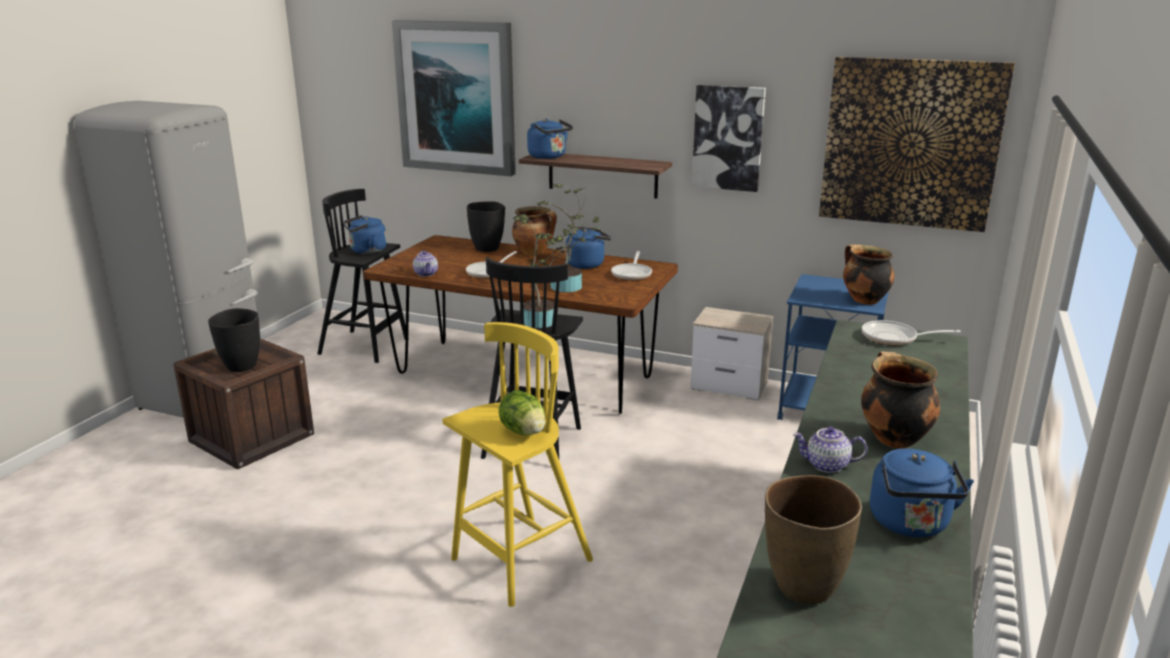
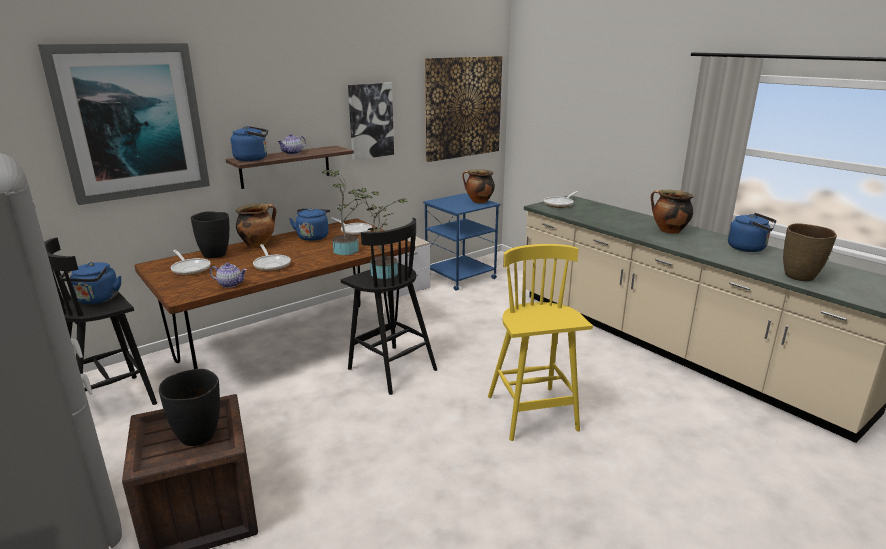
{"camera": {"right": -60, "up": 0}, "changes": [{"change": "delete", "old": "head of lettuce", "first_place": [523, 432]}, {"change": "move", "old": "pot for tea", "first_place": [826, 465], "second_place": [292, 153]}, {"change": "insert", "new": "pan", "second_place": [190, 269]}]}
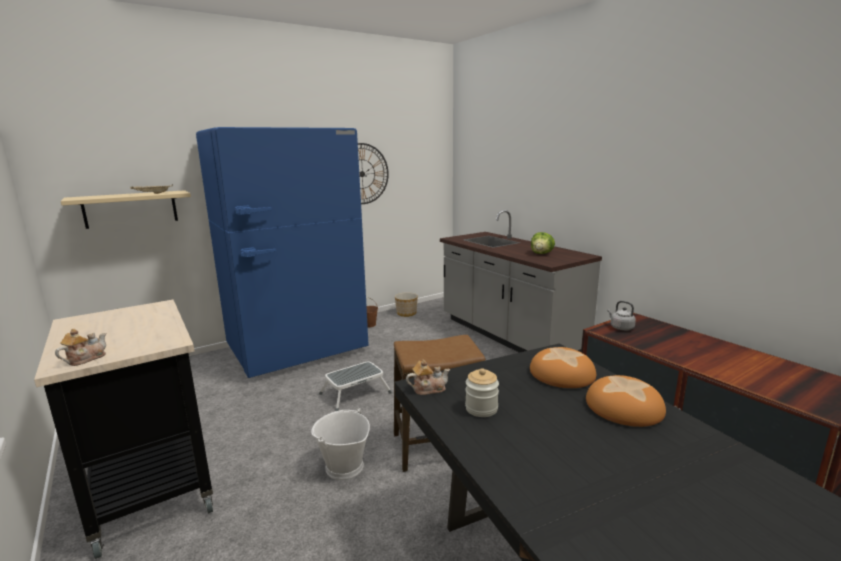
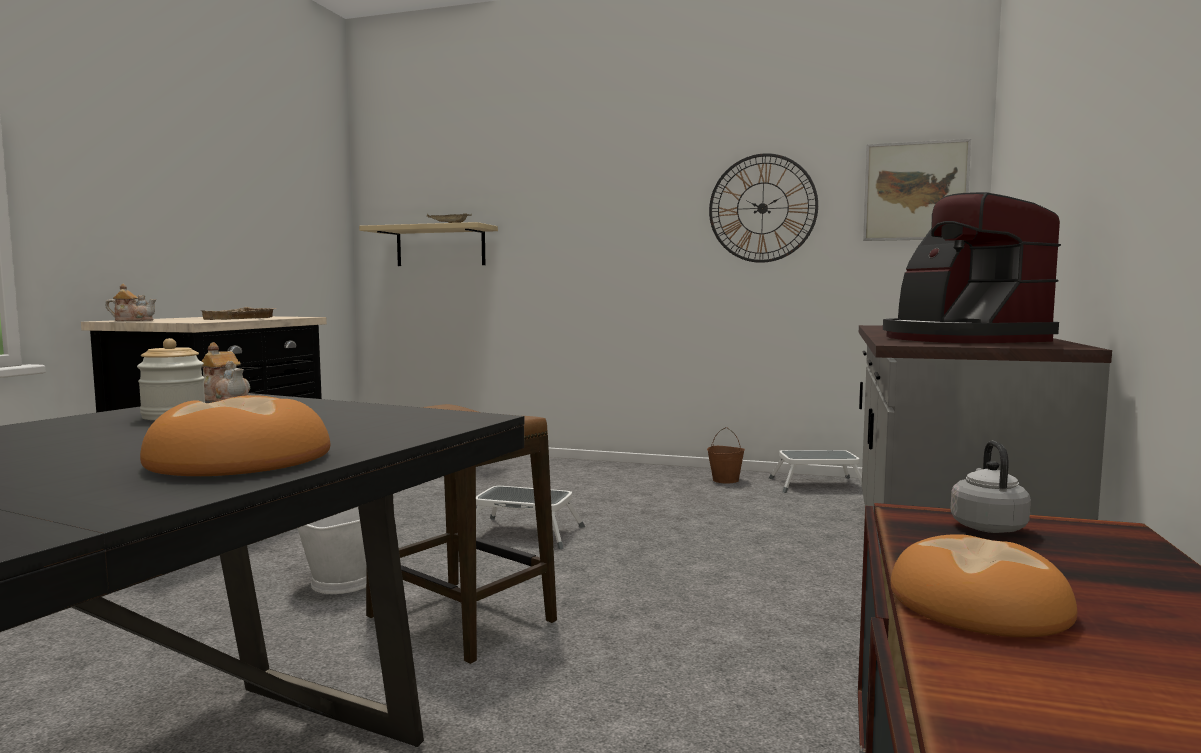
{"camera": {"right": 50, "up": -10}, "changes": [{"change": "delete", "old": "blue-coloured kitchen fridge", "first_place": [298, 350]}, {"change": "replace", "old": "head of lettuce", "new": "coffee maker", "first_place": [541, 254], "second_place": [959, 339]}, {"change": "replace", "old": "plant pot", "new": "greyish step ladder", "first_place": [406, 313], "second_place": [817, 485]}, {"change": "move", "old": "bakery bread", "first_place": [562, 374], "second_place": [980, 604]}, {"change": "insert", "new": "wall art", "second_place": [915, 191]}, {"change": "insert", "new": "sand-coloured carrying tray", "second_place": [241, 319]}]}
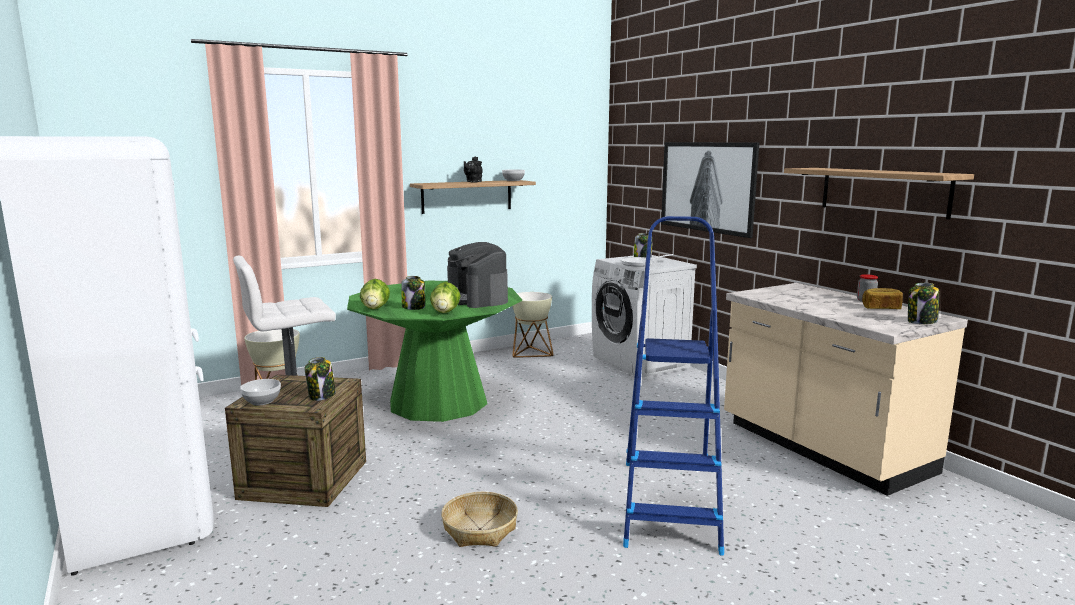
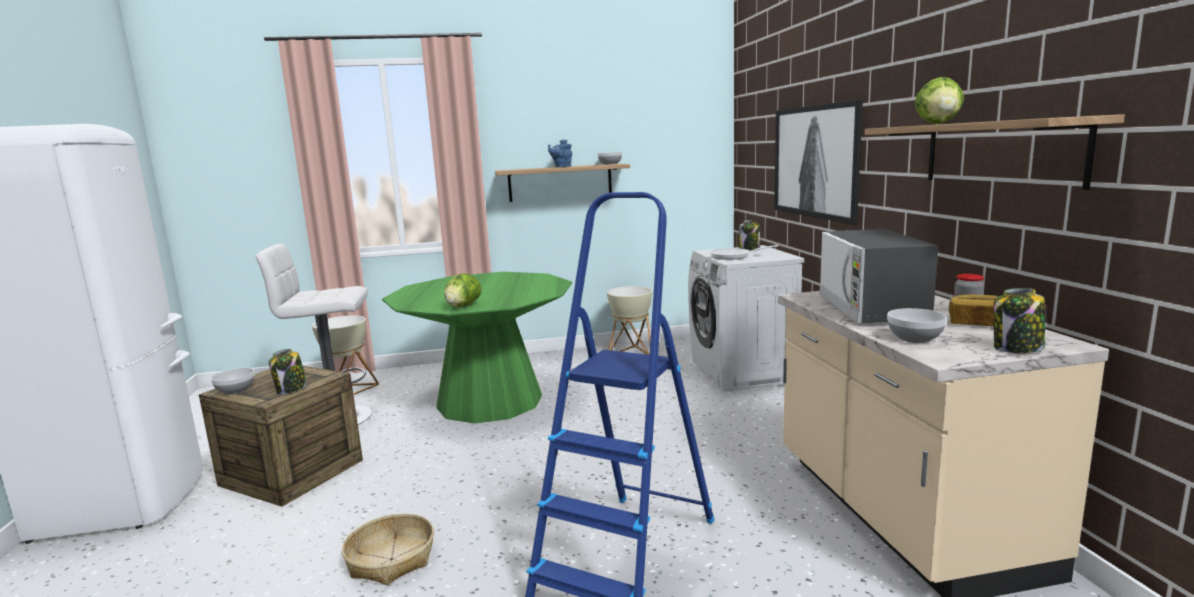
{"camera": {"right": 20, "up": 0}, "changes": [{"change": "recolor", "old": "black pot for tea", "new": "blue-coloured pot for tea", "first_place": [473, 182], "second_place": [561, 167]}, {"change": "delete", "old": "coffee maker", "first_place": [477, 299]}, {"change": "delete", "old": "preserve jar", "first_place": [414, 307]}, {"change": "move", "old": "head of lettuce", "first_place": [375, 308], "second_place": [938, 124]}, {"change": "insert", "new": "microwave oven", "second_place": [871, 309]}, {"change": "insert", "new": "serving bowl", "second_place": [915, 338]}]}
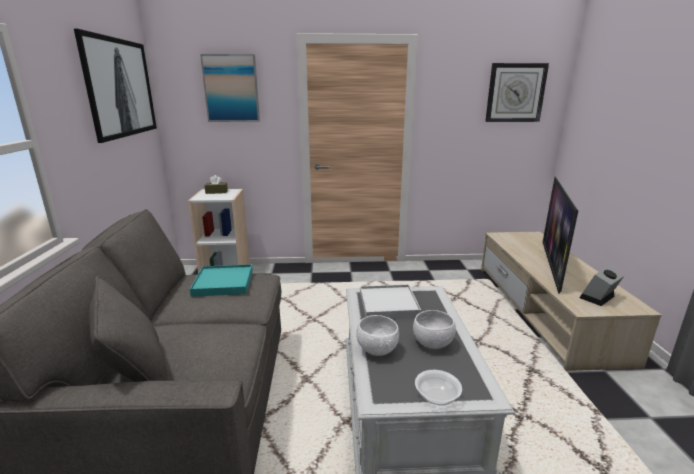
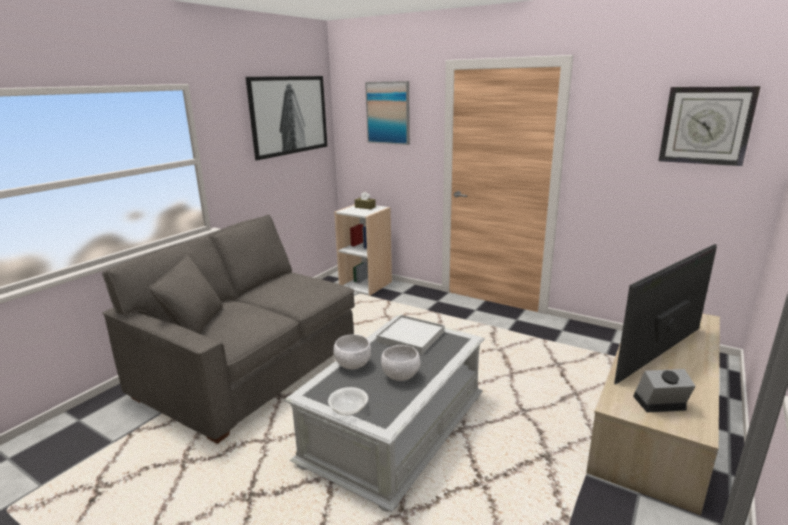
{"camera": {"right": 35, "up": 0}, "changes": [{"change": "delete", "old": "turquoise-coloured carrying tray", "first_place": [223, 283]}]}
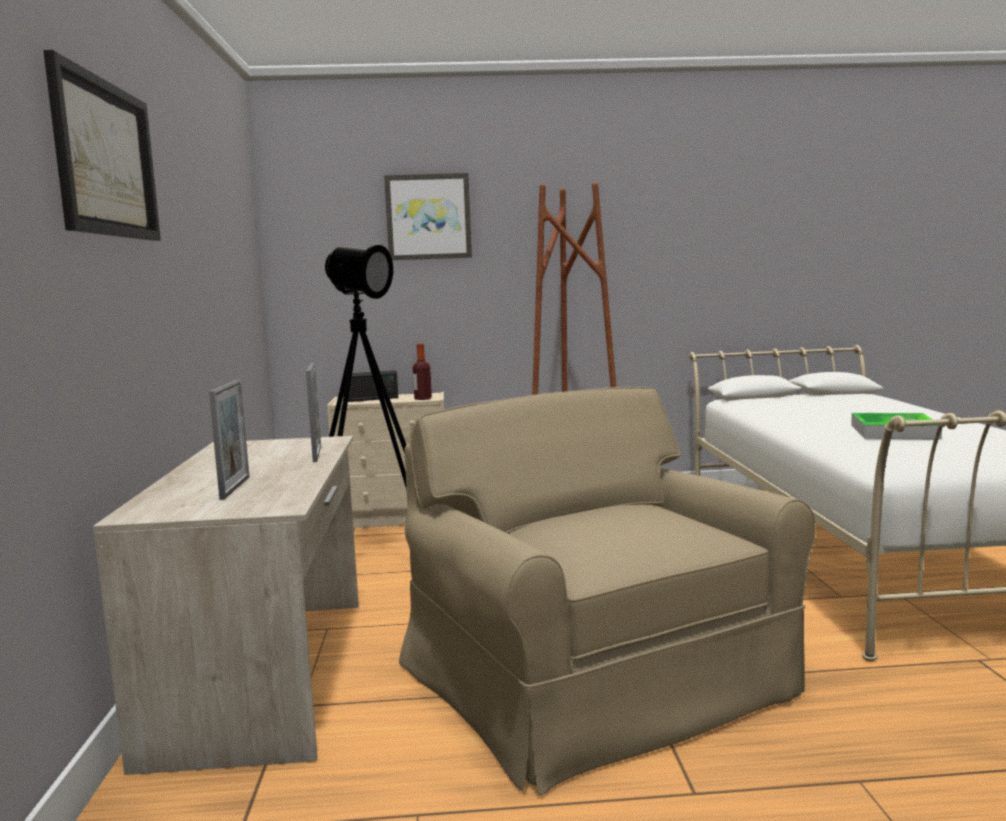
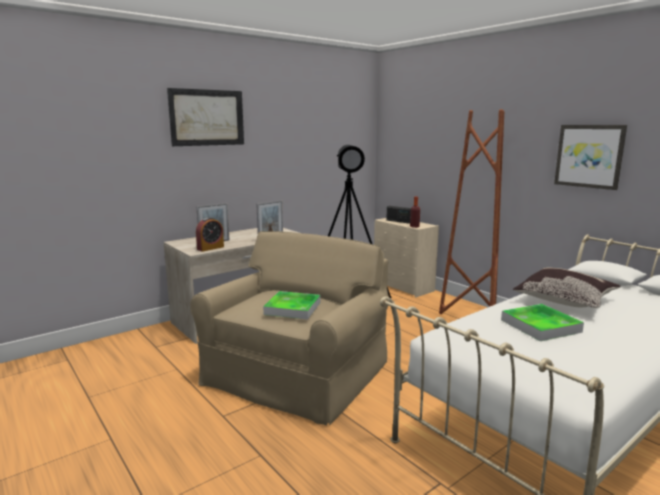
{"camera": {"right": 55, "up": 5}, "changes": [{"change": "move", "old": "wall art", "first_place": [428, 217], "second_place": [589, 156]}, {"change": "insert", "new": "bedside clock", "second_place": [210, 248]}, {"change": "insert", "new": "throw pillow", "second_place": [565, 300]}, {"change": "insert", "new": "carrying tray", "second_place": [292, 308]}]}
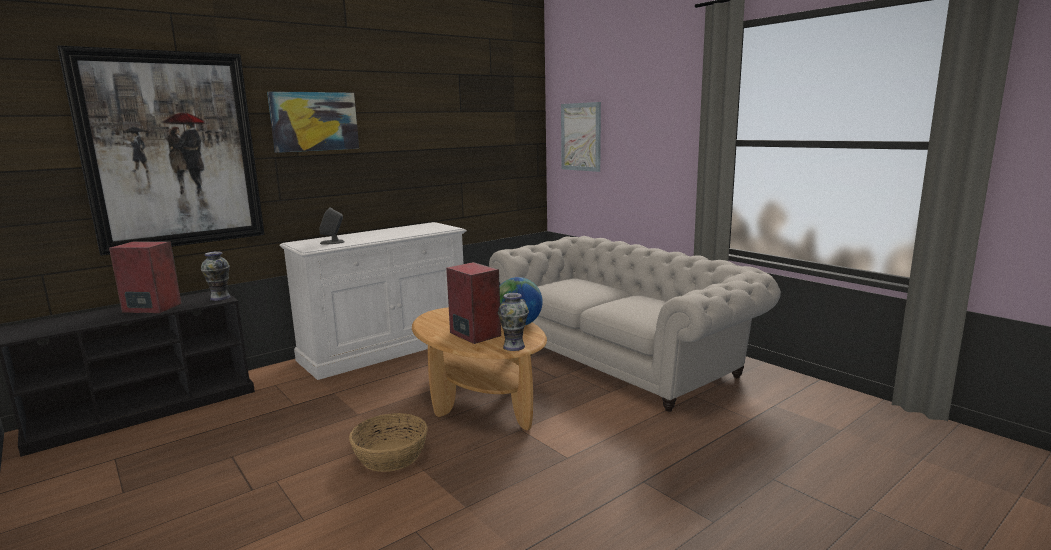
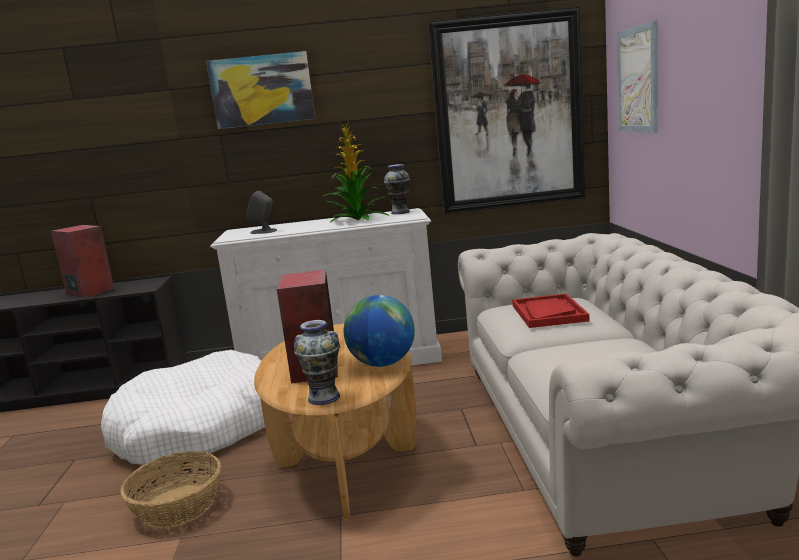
{"camera": {"right": 35, "up": 0}, "changes": [{"change": "move", "old": "wall art", "first_place": [171, 151], "second_place": [508, 113]}, {"change": "move", "old": "vase", "first_place": [220, 298], "second_place": [400, 212]}, {"change": "insert", "new": "potted plant", "second_place": [356, 220]}, {"change": "insert", "new": "reddish carrying tray", "second_place": [548, 313]}, {"change": "insert", "new": "white dog cushion", "second_place": [198, 428]}]}
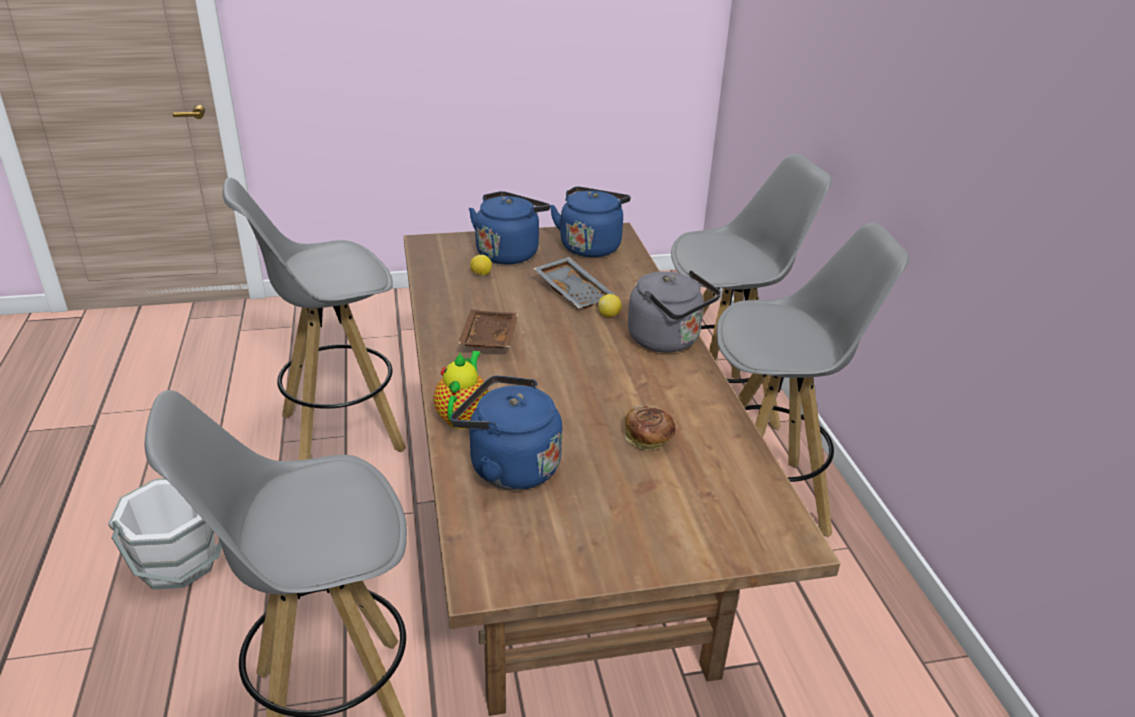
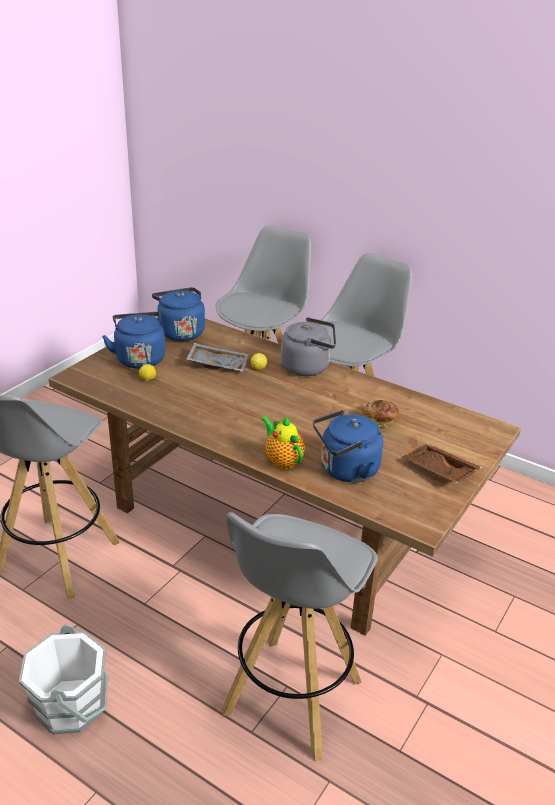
{"camera": {"right": -45, "up": 0}, "changes": [{"change": "move", "old": "brownish carrying tray", "first_place": [487, 338], "second_place": [439, 471]}]}
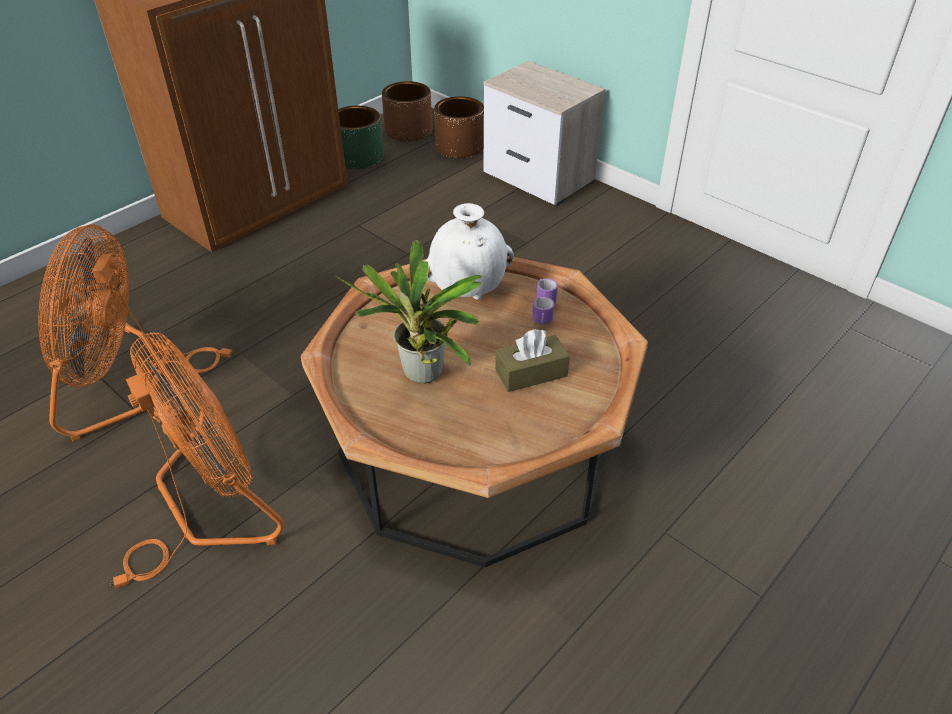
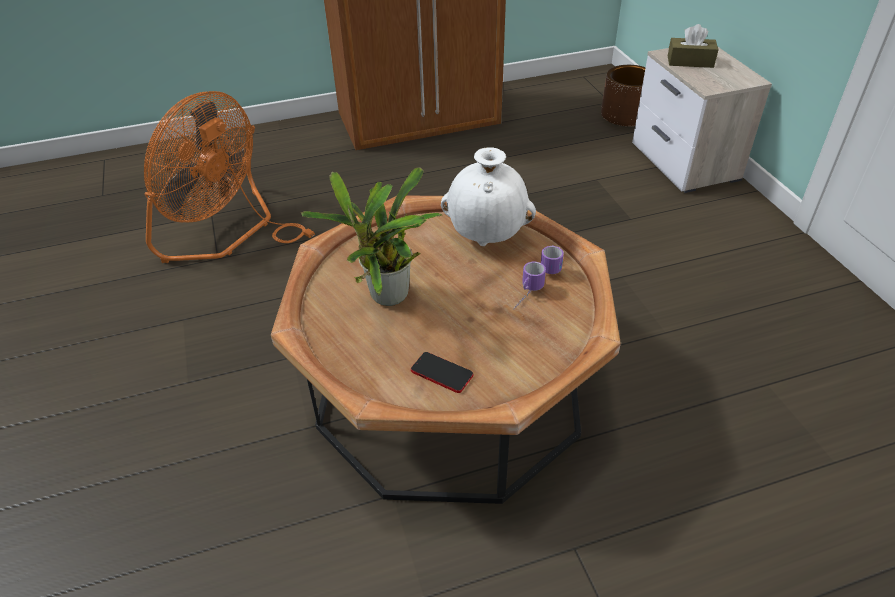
{"camera": {"right": 30, "up": 0}, "changes": [{"change": "delete", "old": "brownish plant pot", "first_place": [408, 131]}, {"change": "delete", "old": "green-coloured plant pot", "first_place": [359, 158]}, {"change": "move", "old": "brownish tissue box", "first_place": [531, 373], "second_place": [690, 61]}, {"change": "delete", "old": "orange-coloured fan", "first_place": [203, 504]}, {"change": "insert", "new": "handset", "second_place": [442, 373]}]}
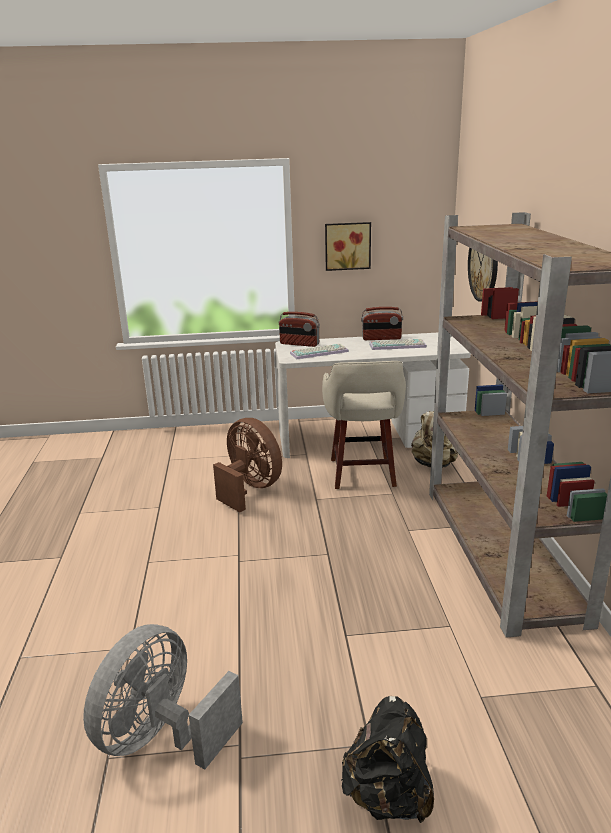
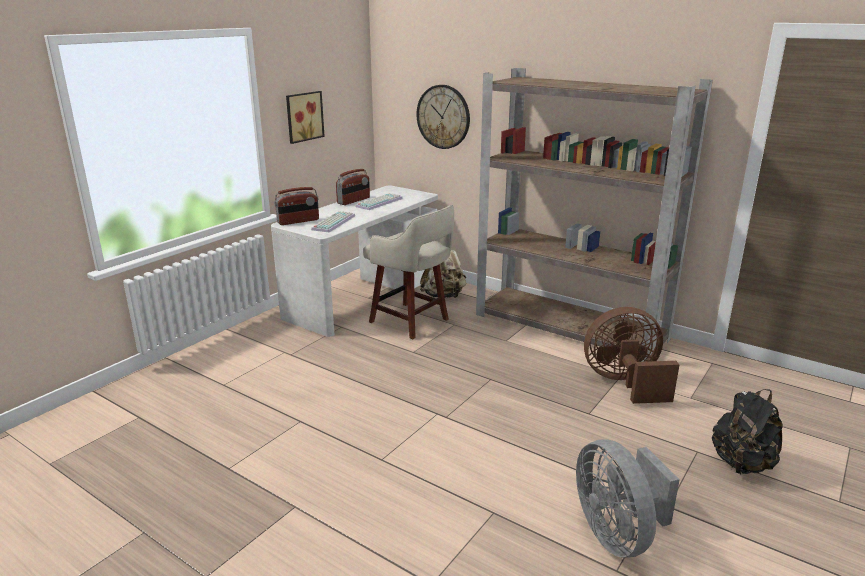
{"camera": {"right": -50, "up": 0}, "changes": [{"change": "move", "old": "brownish fan", "first_place": [250, 489], "second_place": [625, 383]}]}
